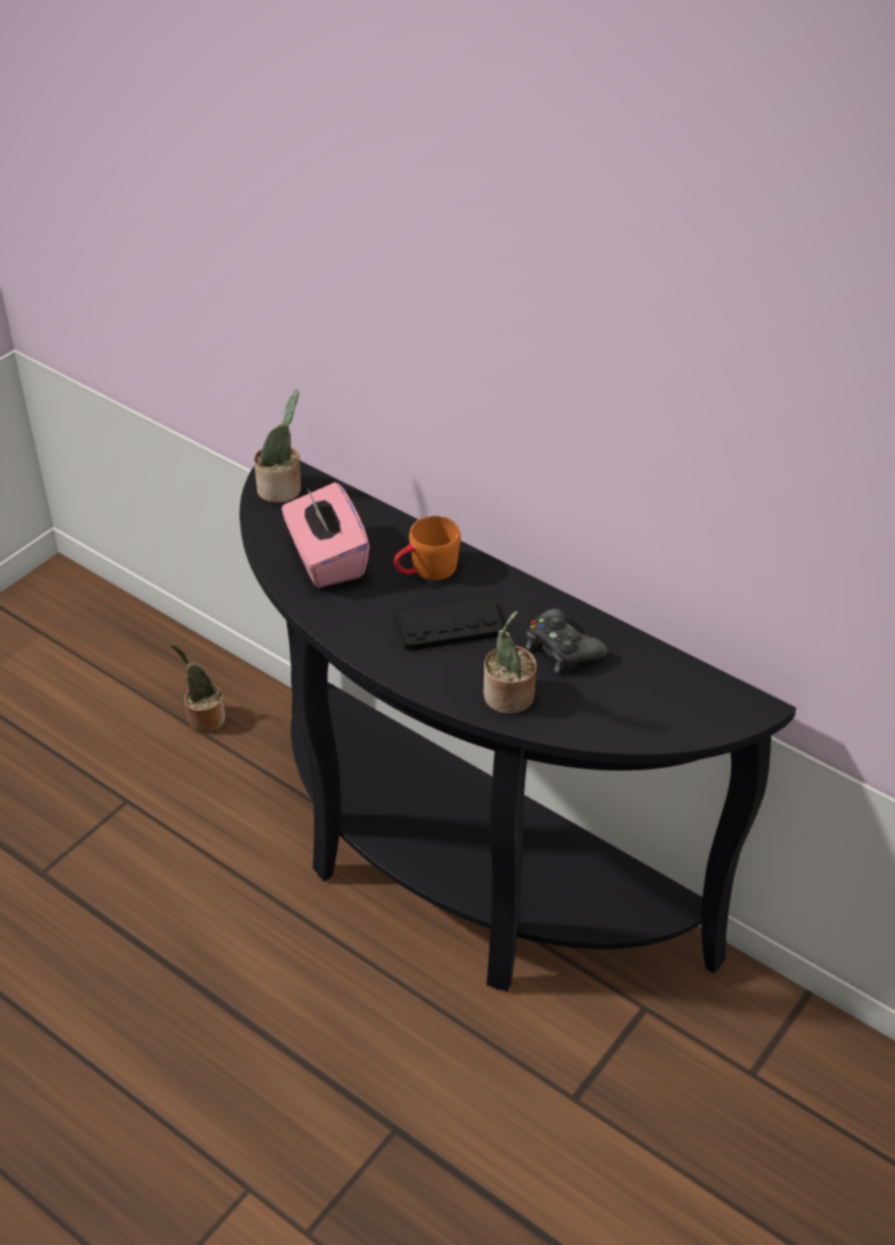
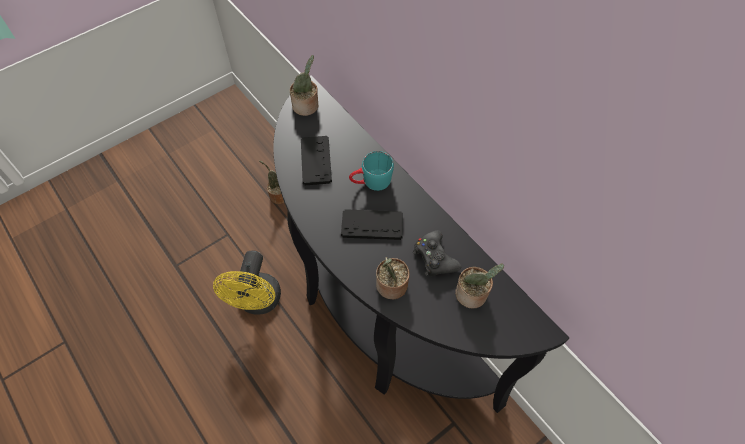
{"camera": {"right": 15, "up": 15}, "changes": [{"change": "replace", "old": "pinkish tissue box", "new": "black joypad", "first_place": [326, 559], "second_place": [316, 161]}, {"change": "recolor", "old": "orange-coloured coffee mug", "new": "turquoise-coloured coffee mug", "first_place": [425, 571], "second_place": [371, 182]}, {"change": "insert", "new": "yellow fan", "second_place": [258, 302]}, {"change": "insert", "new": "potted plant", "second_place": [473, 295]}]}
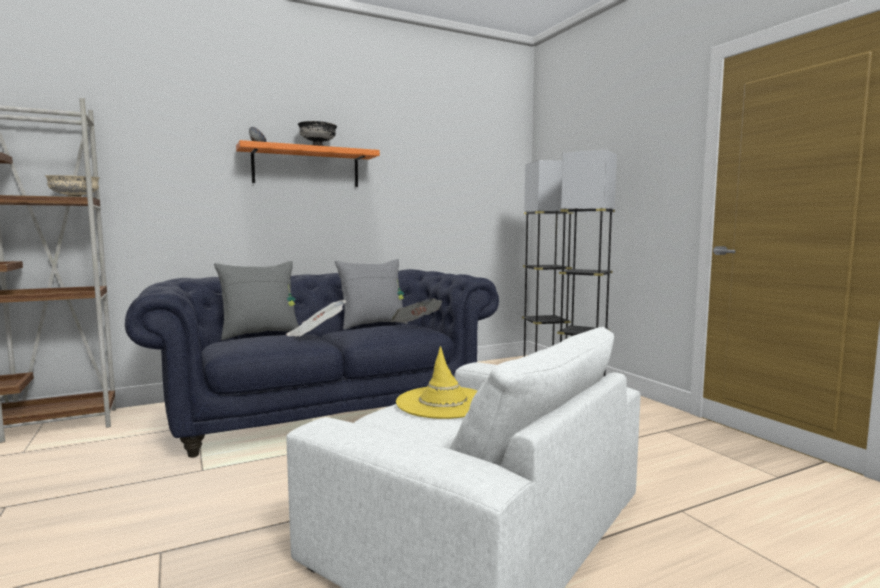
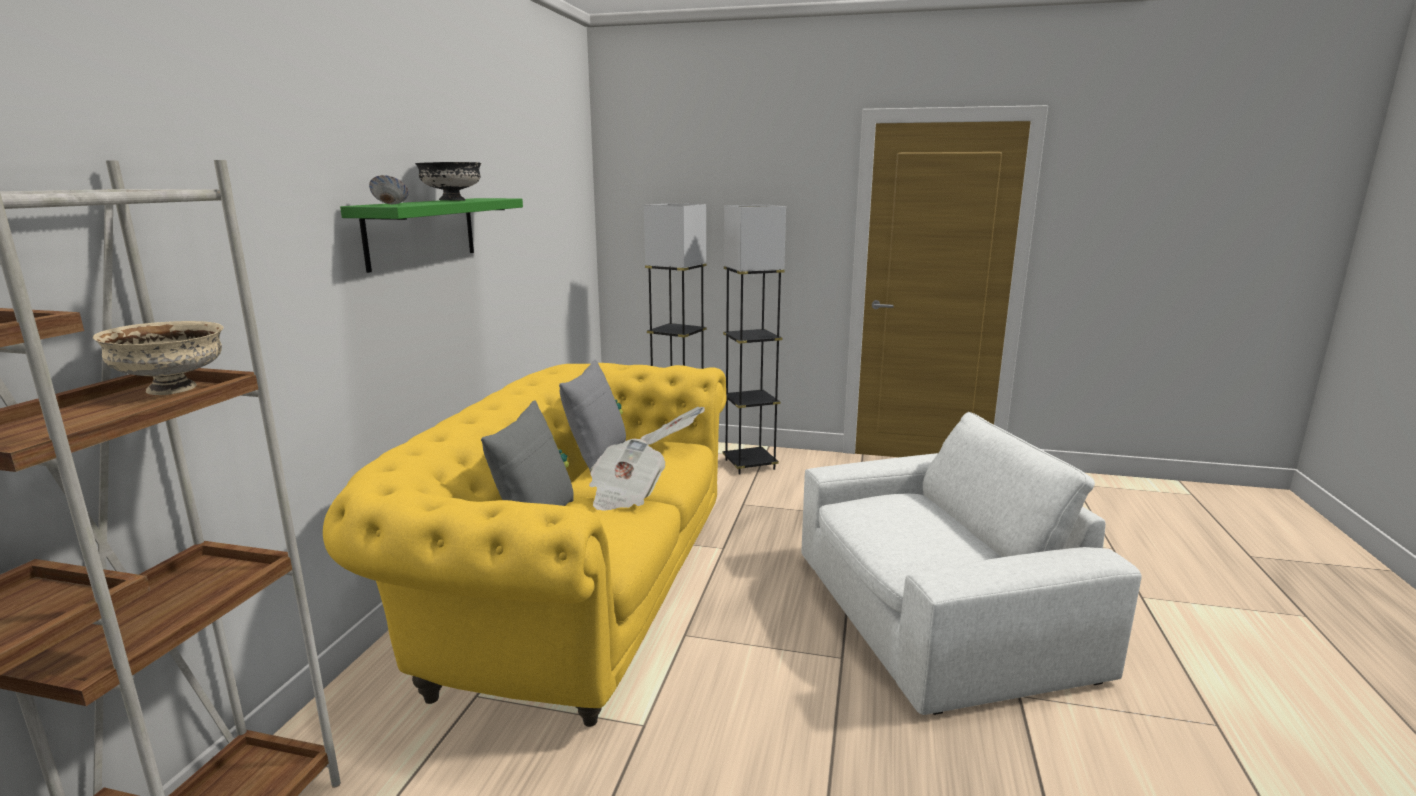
{"camera": {"right": -50, "up": 10}, "changes": [{"change": "recolor", "old": "orange-coloured shelf", "new": "green-coloured shelf", "first_place": [306, 167], "second_place": [422, 231]}, {"change": "recolor", "old": "blue-coloured sofa", "new": "yellow sofa", "first_place": [323, 409], "second_place": [571, 590]}, {"change": "delete", "old": "yellow hat", "first_place": [443, 403]}]}
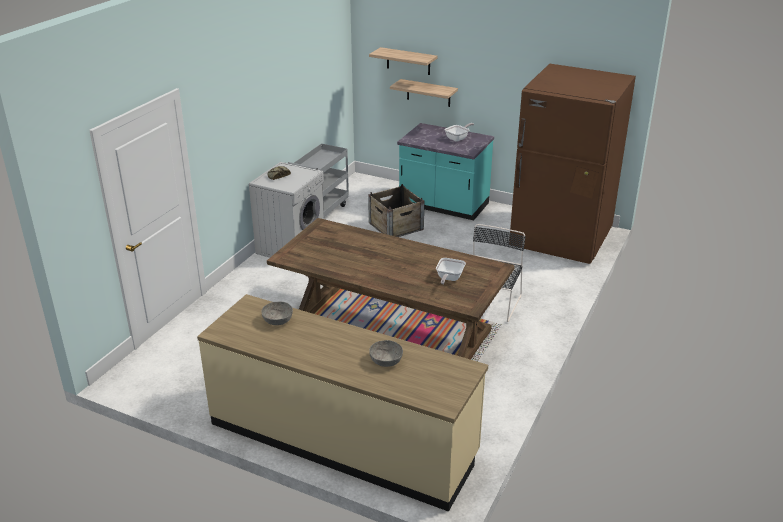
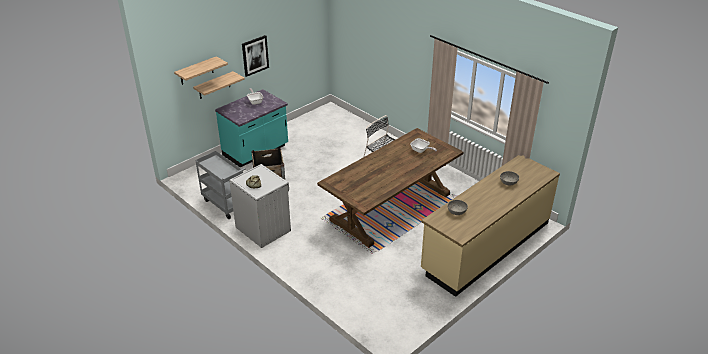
{"camera": {"right": -70, "up": 5}, "changes": [{"change": "delete", "old": "brownish kitchen fridge", "first_place": [561, 237]}, {"change": "insert", "new": "wall art", "second_place": [255, 55]}]}
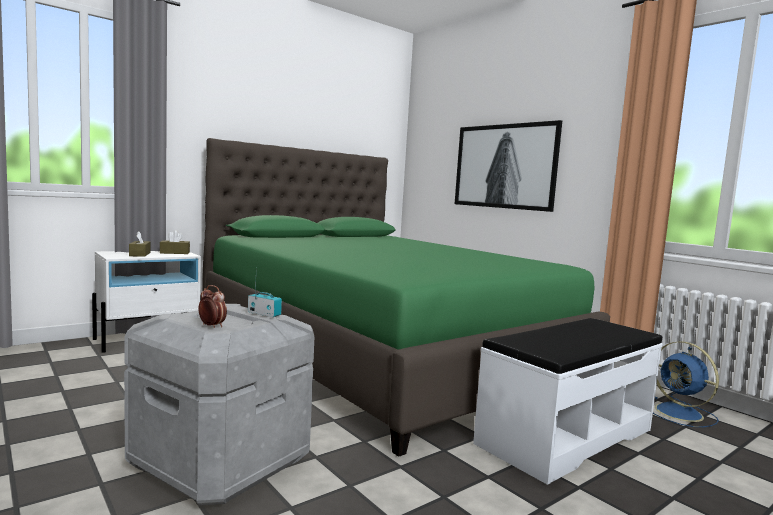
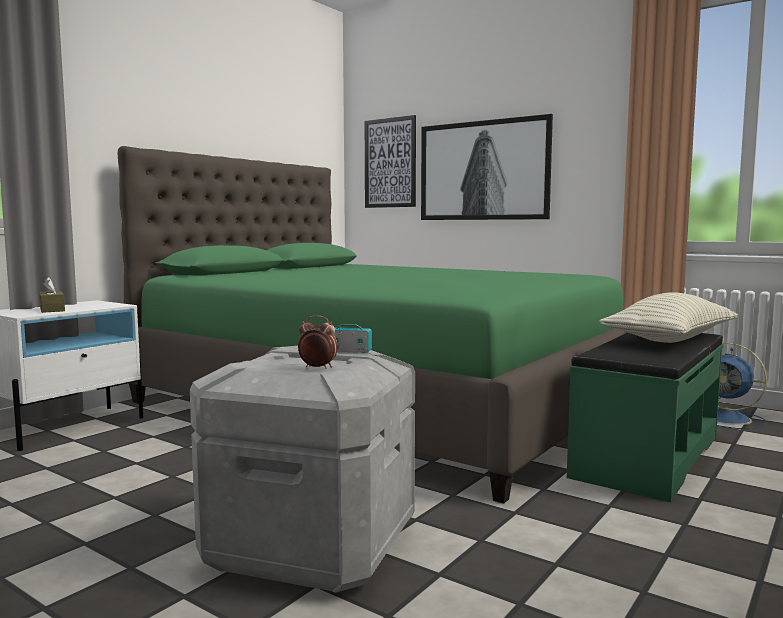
{"camera": {"right": -15, "up": 0}, "changes": [{"change": "delete", "old": "brownish tissue box", "first_place": [175, 253]}, {"change": "recolor", "old": "white bench", "new": "green-coloured bench", "first_place": [565, 436], "second_place": [646, 456]}, {"change": "insert", "new": "wall art", "second_place": [390, 163]}, {"change": "insert", "new": "throw pillow", "second_place": [669, 340]}]}
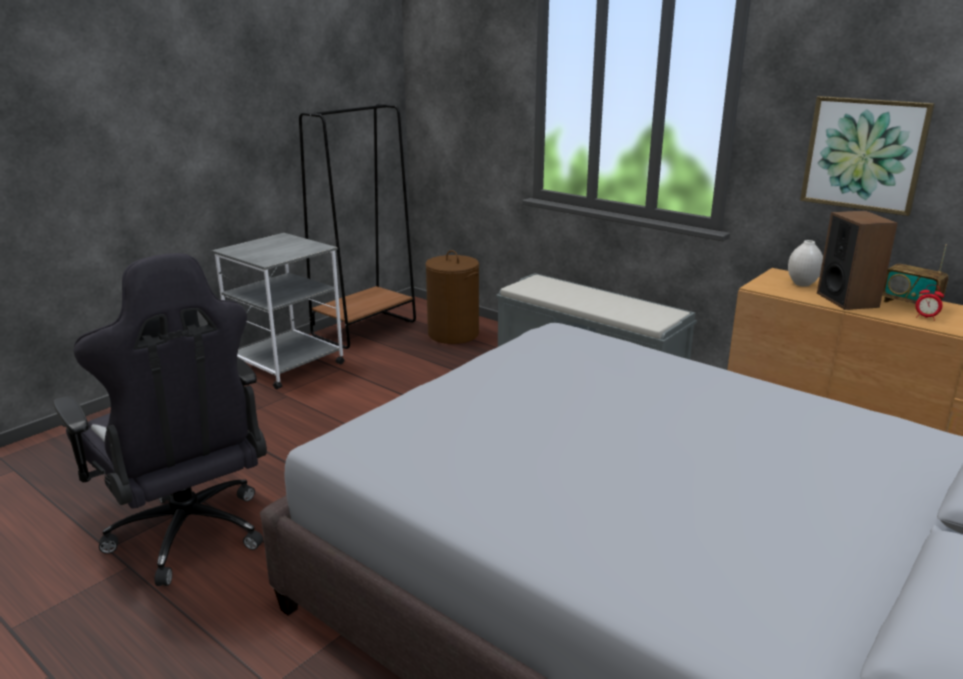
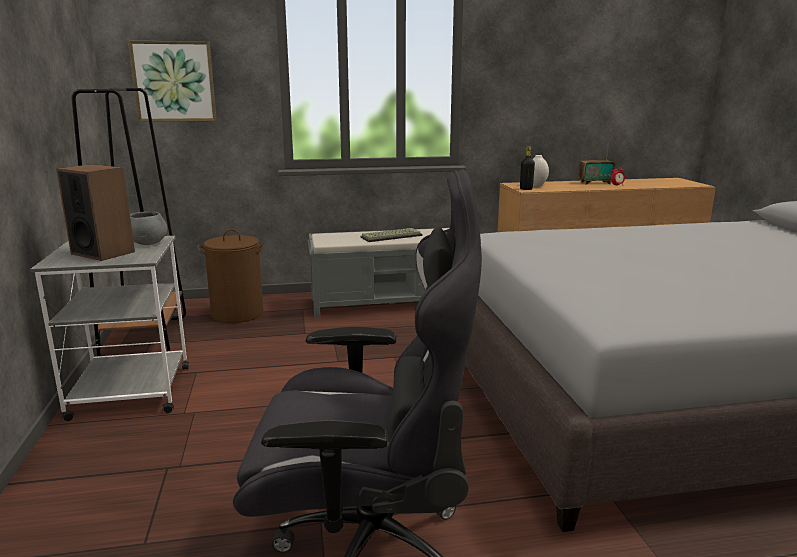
{"camera": {"right": -50, "up": -5}, "changes": [{"change": "move", "old": "wall art", "first_place": [864, 154], "second_place": [174, 82]}, {"change": "move", "old": "speaker", "first_place": [847, 300], "second_place": [103, 253]}, {"change": "insert", "new": "black drink bottle", "second_place": [526, 189]}, {"change": "insert", "new": "greyish serving bowl", "second_place": [148, 243]}, {"change": "insert", "new": "computer keyboard", "second_place": [391, 236]}]}
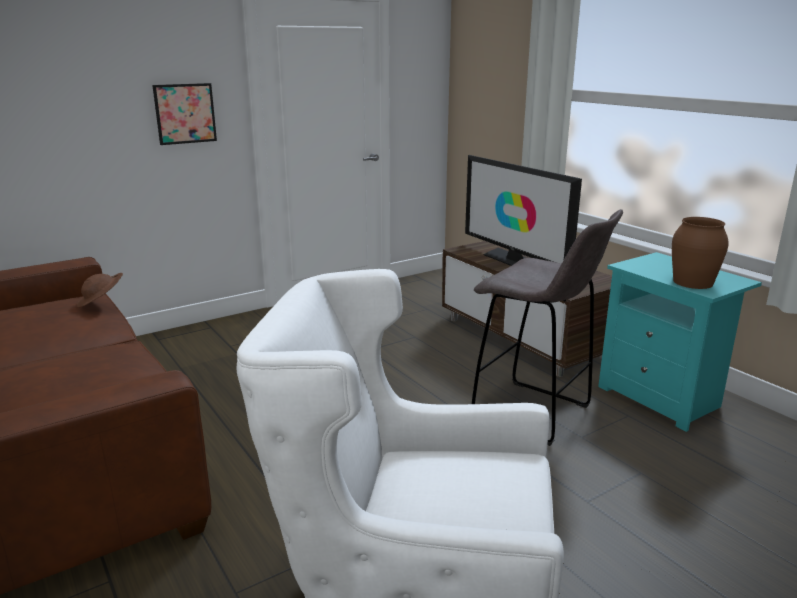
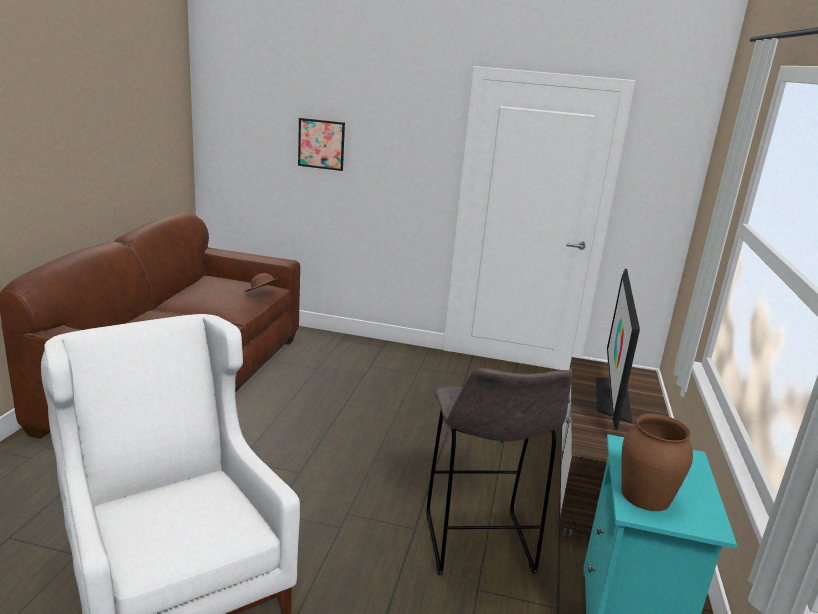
{"camera": {"right": 45, "up": 0}, "changes": [{"change": "move", "old": "wall art", "first_place": [185, 113], "second_place": [321, 144]}]}
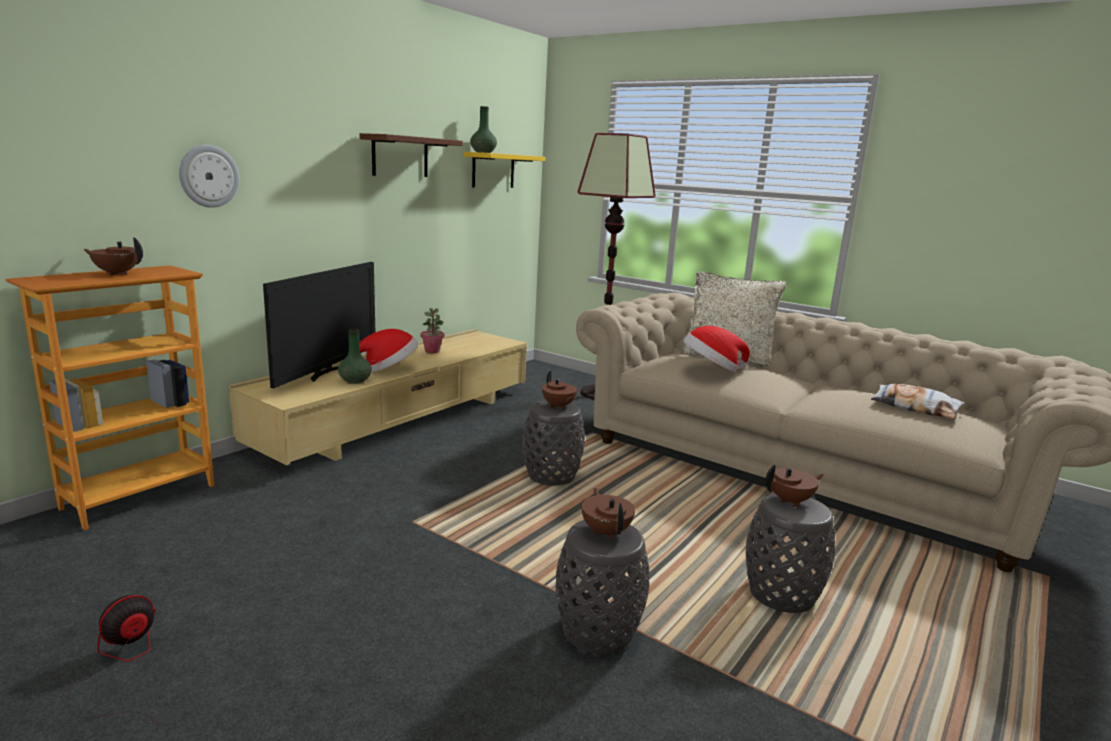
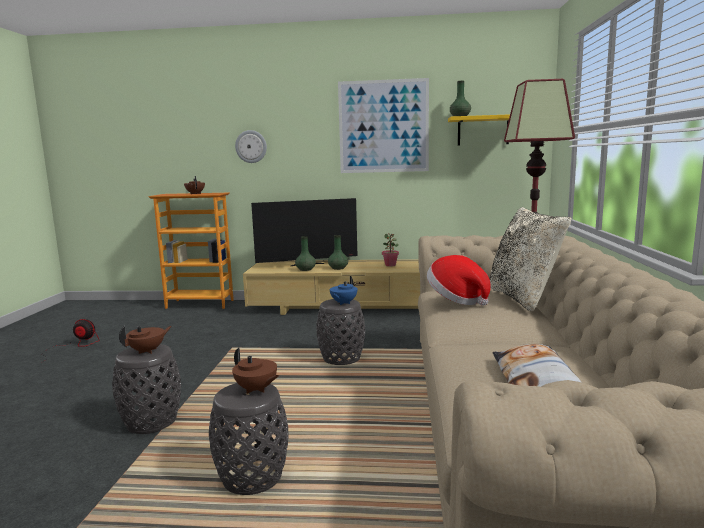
{"camera": {"right": 60, "up": -5}, "changes": [{"change": "replace", "old": "brownish shelf", "new": "wall art", "first_place": [400, 156], "second_place": [383, 126]}, {"change": "replace", "old": "hat", "new": "green-coloured vase", "first_place": [389, 369], "second_place": [338, 268]}, {"change": "recolor", "old": "brownish pot for tea", "new": "blue-coloured pot for tea", "first_place": [558, 406], "second_place": [343, 303]}]}
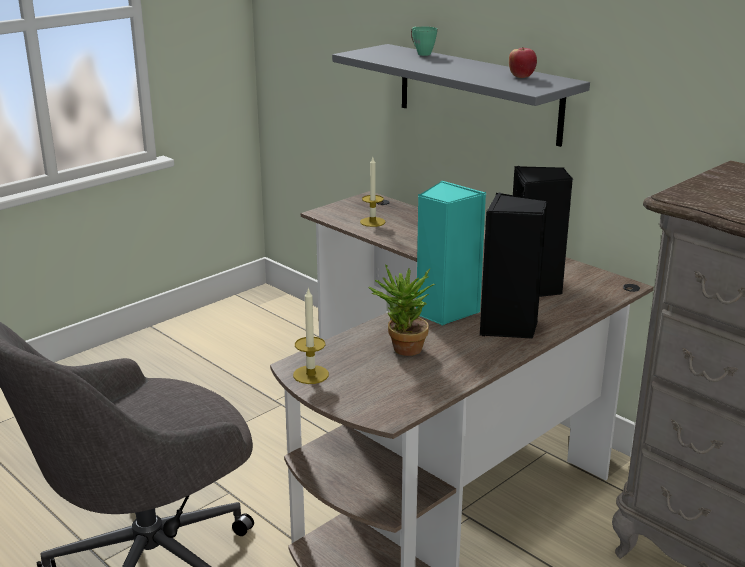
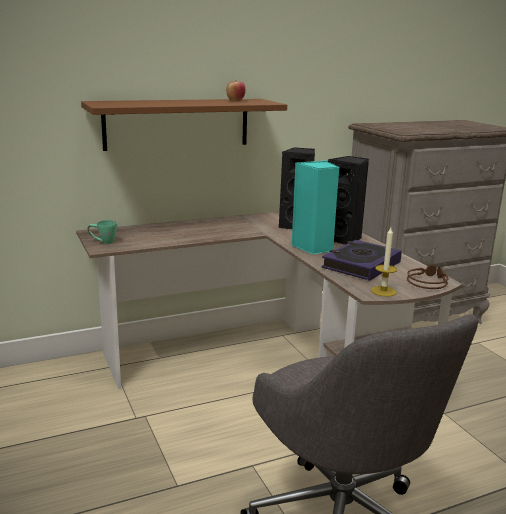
{"camera": {"right": -70, "up": -5}, "changes": [{"change": "move", "old": "green-coloured coffee mug", "first_place": [421, 53], "second_place": [103, 242]}, {"change": "recolor", "old": "greyish shelf", "new": "brownish shelf", "first_place": [478, 93], "second_place": [177, 123]}, {"change": "delete", "old": "wax candle", "first_place": [372, 222]}, {"change": "replace", "old": "potted plant", "new": "bound book", "first_place": [402, 350], "second_place": [361, 265]}, {"change": "insert", "new": "brownish headset", "second_place": [426, 282]}]}
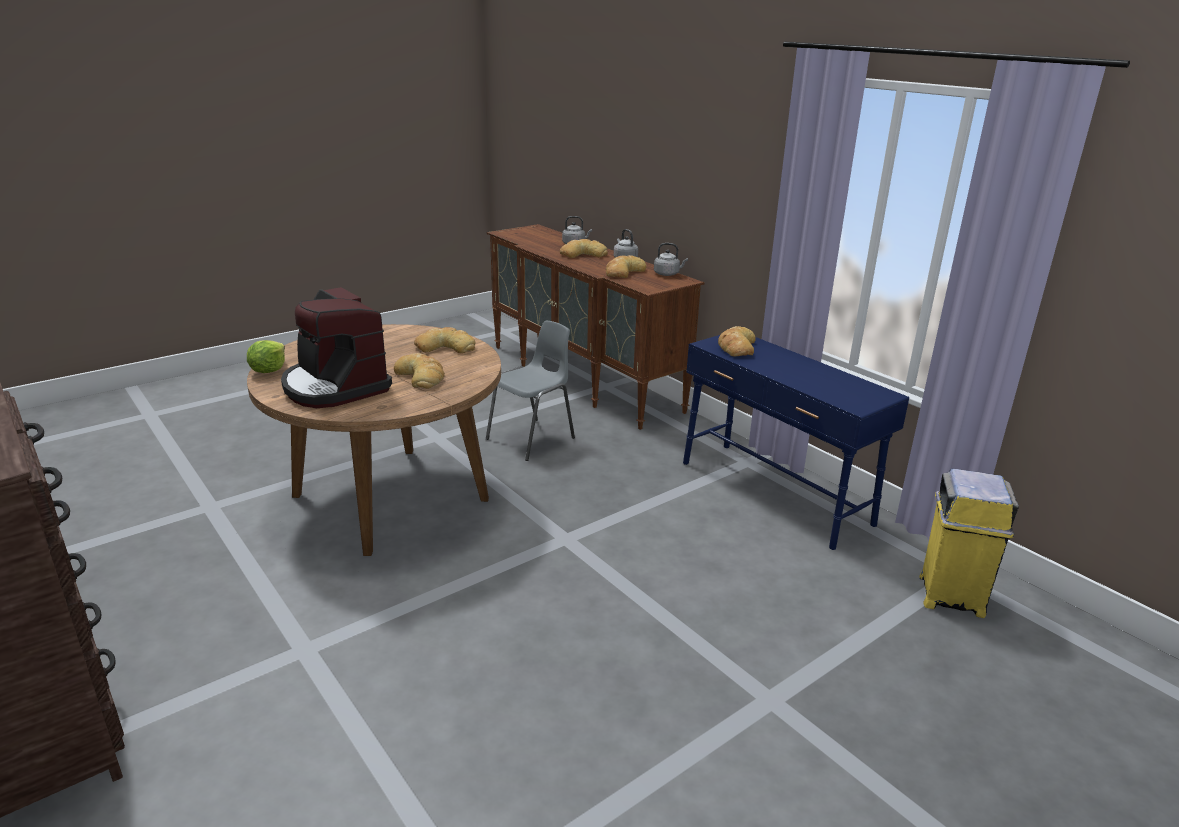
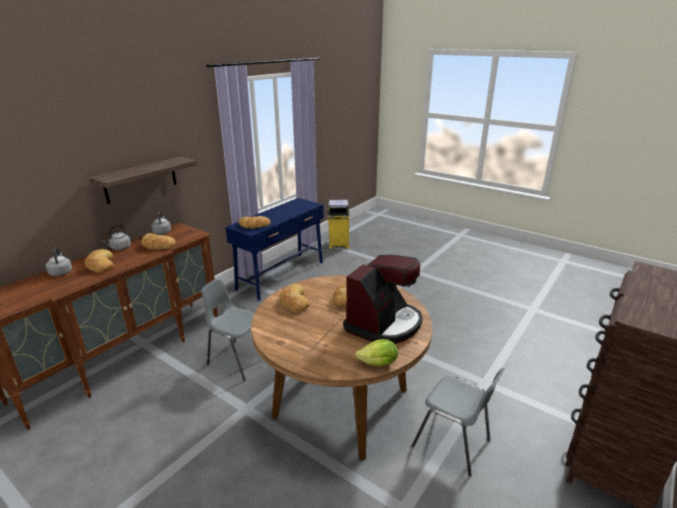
{"camera": {"right": -105, "up": 0}, "changes": [{"change": "insert", "new": "shelf", "second_place": [141, 180]}, {"change": "insert", "new": "greyish plain chair", "second_place": [453, 444]}]}
